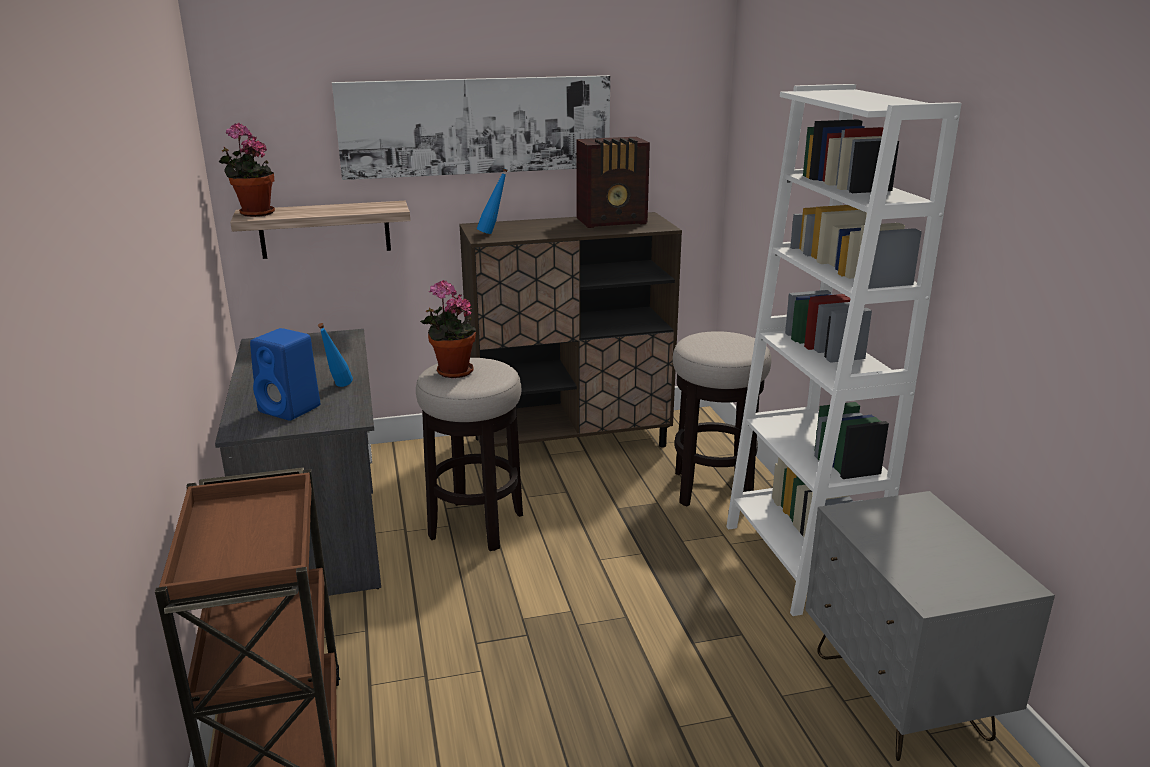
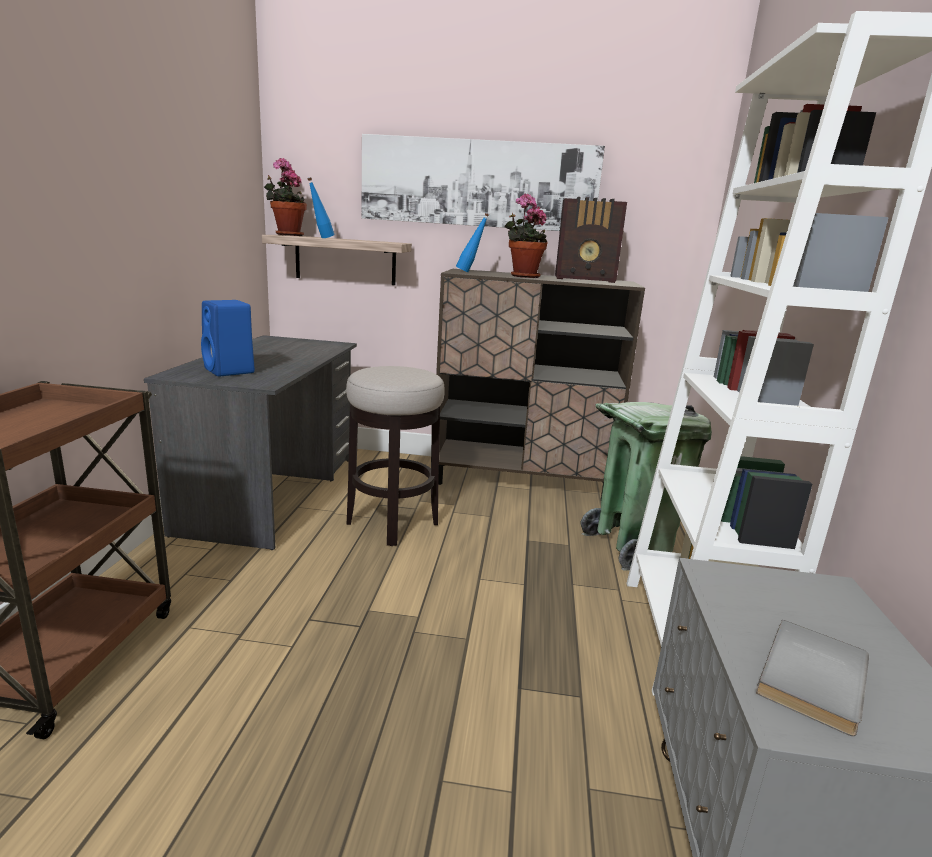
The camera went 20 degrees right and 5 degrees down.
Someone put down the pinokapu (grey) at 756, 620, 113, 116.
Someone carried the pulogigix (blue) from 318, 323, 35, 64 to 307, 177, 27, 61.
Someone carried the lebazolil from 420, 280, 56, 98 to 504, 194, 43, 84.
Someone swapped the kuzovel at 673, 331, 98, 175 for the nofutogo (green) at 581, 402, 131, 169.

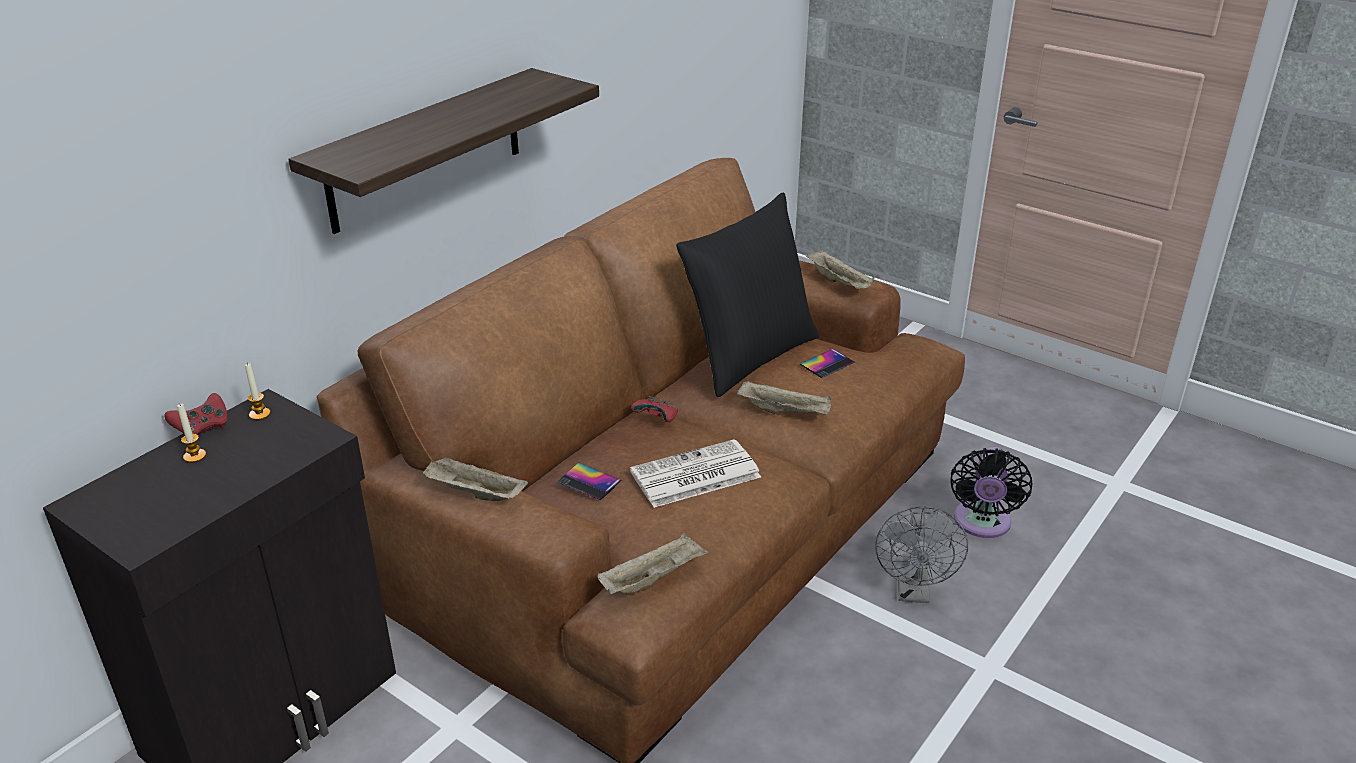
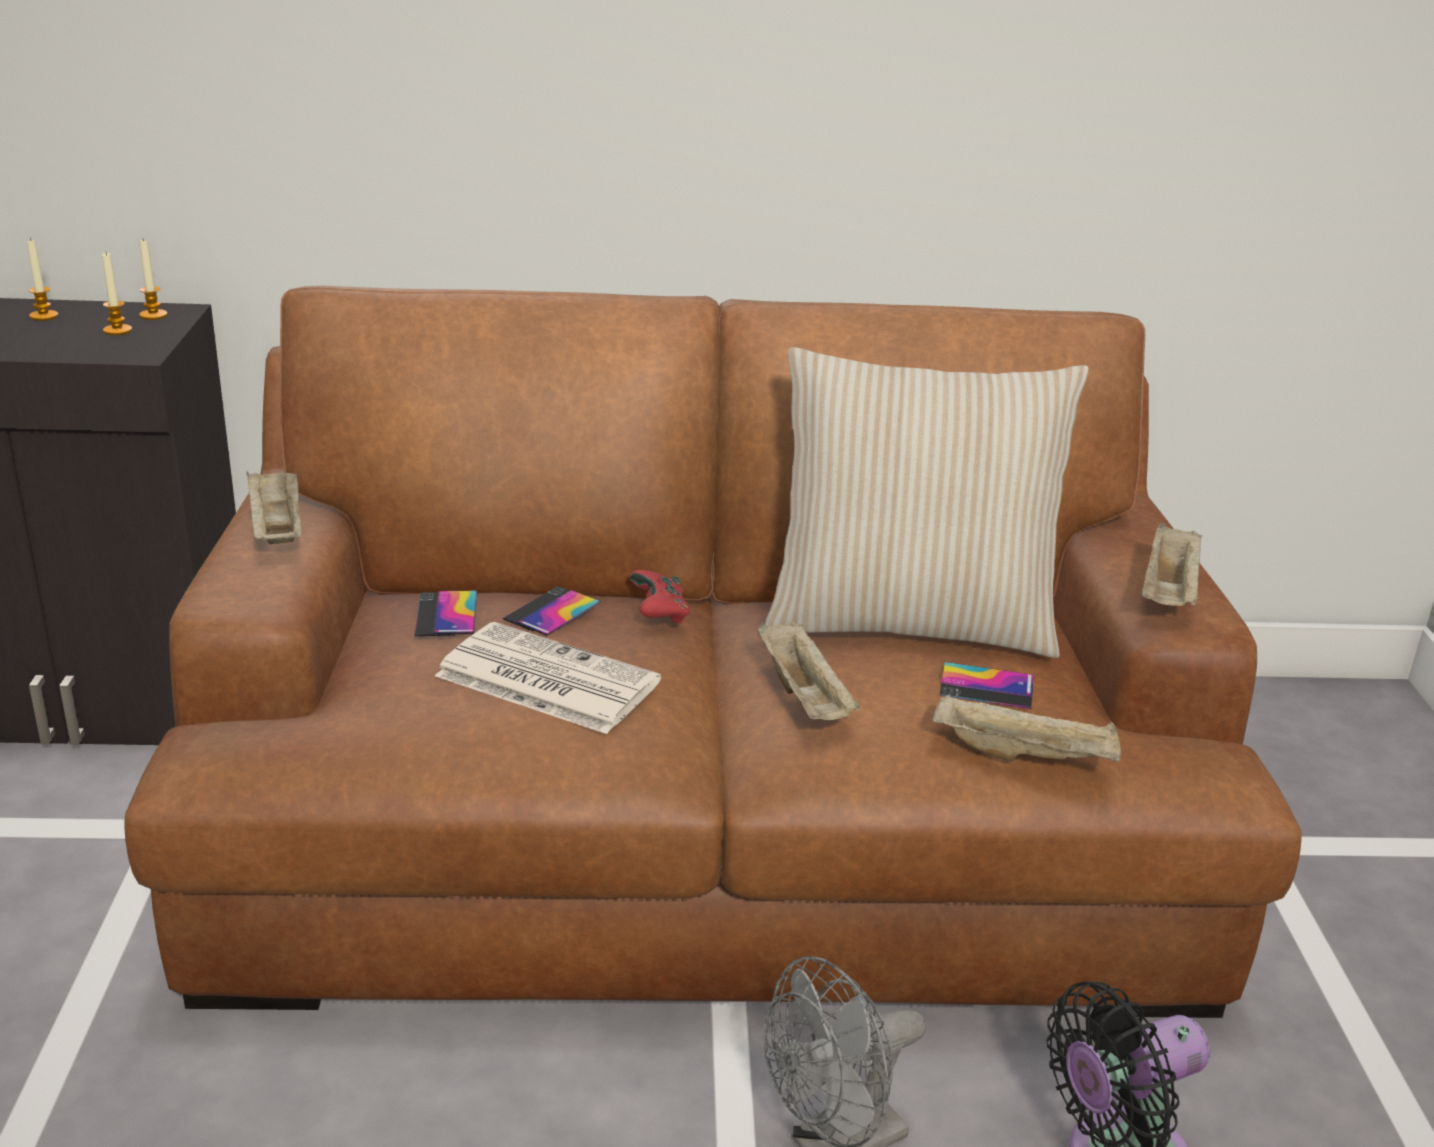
The camera went 50 degrees right and 5 degrees down.
Someone took away the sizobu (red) at 164, 393, 64, 42.
Someone took away the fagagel at 288, 68, 311, 166.
Someone put down the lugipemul at 102, 252, 30, 83.
Someone put down the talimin at 503, 586, 98, 50.
Someone carried the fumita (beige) from 598, 533, 111, 61 to 933, 694, 188, 68.
Someone repainted the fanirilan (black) at 676, 192, 143, 205, which became the fanirilan (beige) at 765, 347, 324, 311.

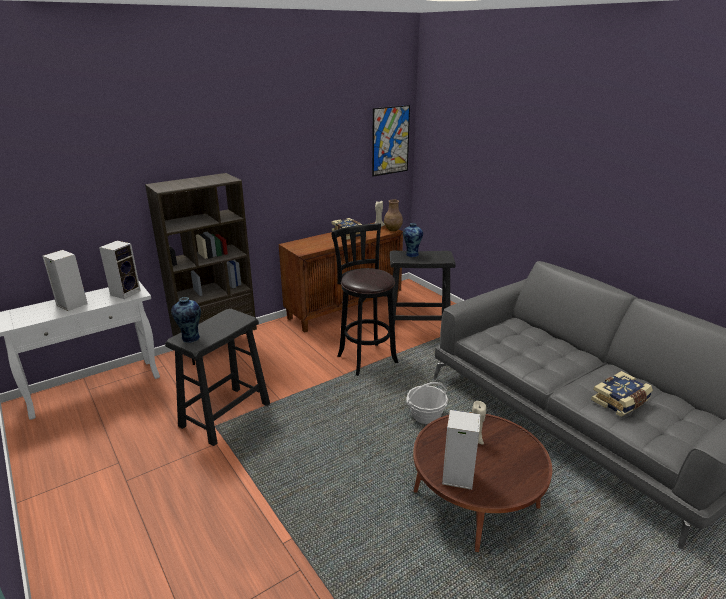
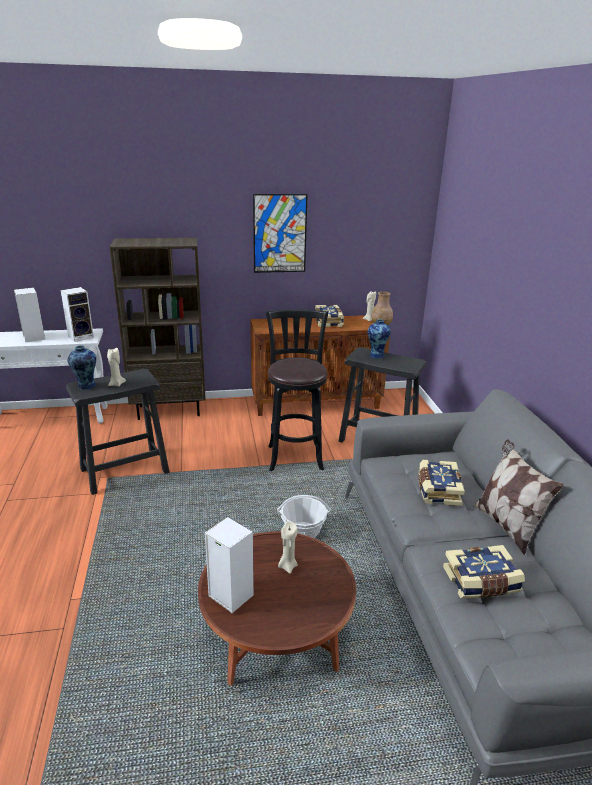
The camera went 25 degrees right and 0 degrees up.
Someone put down the lugipemul (beige) at 107, 348, 19, 39.
Someone put down the pinokapu at 418, 460, 47, 46.
Someone put down the fanirilan at 474, 439, 90, 116.
Someone carried the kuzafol from 372, 105, 38, 71 to 253, 194, 55, 79.

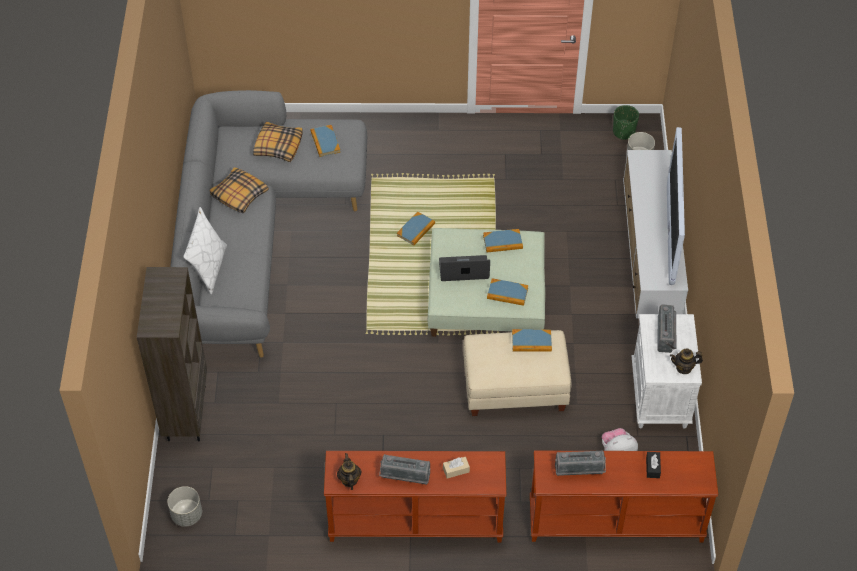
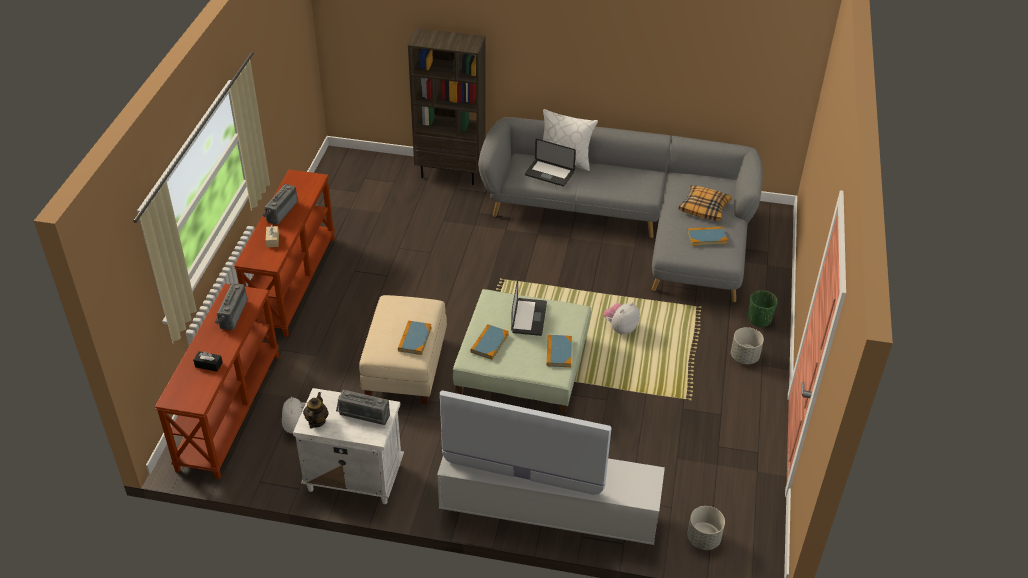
The camera went 100 degrees right and 10 degrees down.
Someone took away the fanirilan at 210, 167, 59, 46.
Someone took away the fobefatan at 337, 453, 25, 37.
Someone put down the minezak at 525, 139, 51, 47.
Someone carried the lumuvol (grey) from 167, 486, 35, 41 to 731, 327, 33, 37.
Someone carried the lumuvol (green) from 613, 105, 26, 35 to 748, 290, 30, 37.
Someone swapped the pinokapu at 397, 212, 38, 33 for the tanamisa at 604, 303, 36, 31.

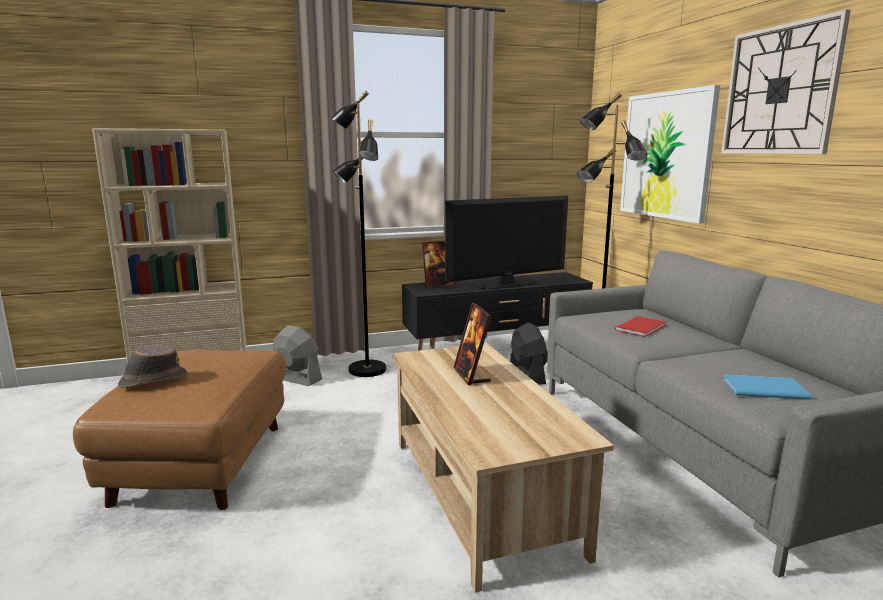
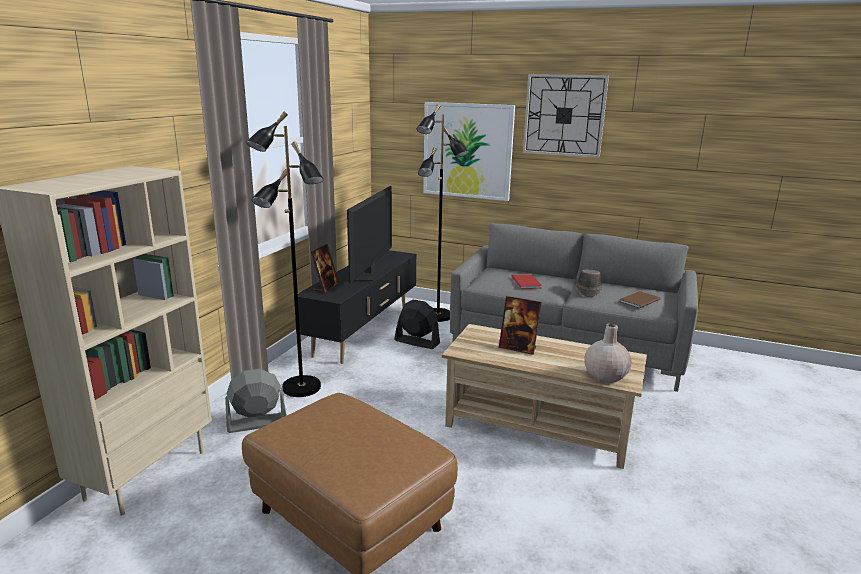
The camera went 50 degrees left and 5 degrees up.
Someone put down the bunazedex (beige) at 584, 323, 48, 60.
Someone carried the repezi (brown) from 118, 345, 69, 43 to 576, 269, 26, 28.
Someone repainted the pinokapu (blue) at 723, 375, 89, 25, which became the pinokapu (brown) at 619, 291, 41, 17.

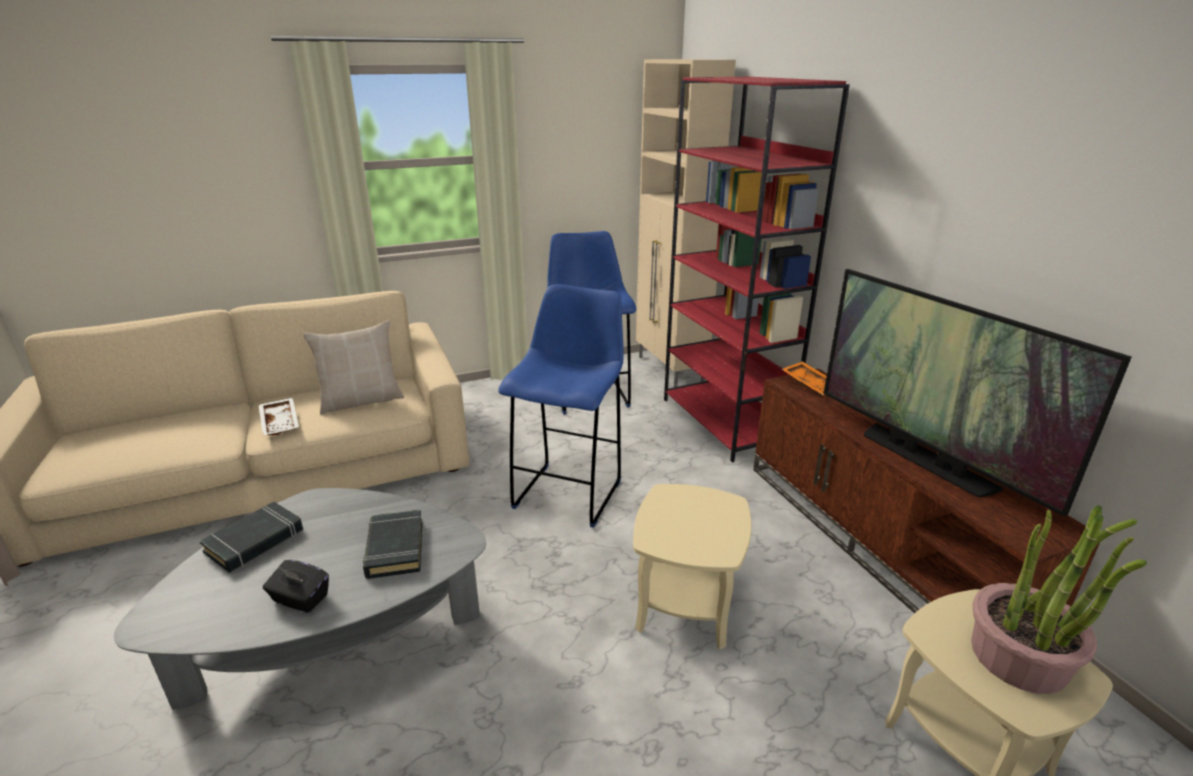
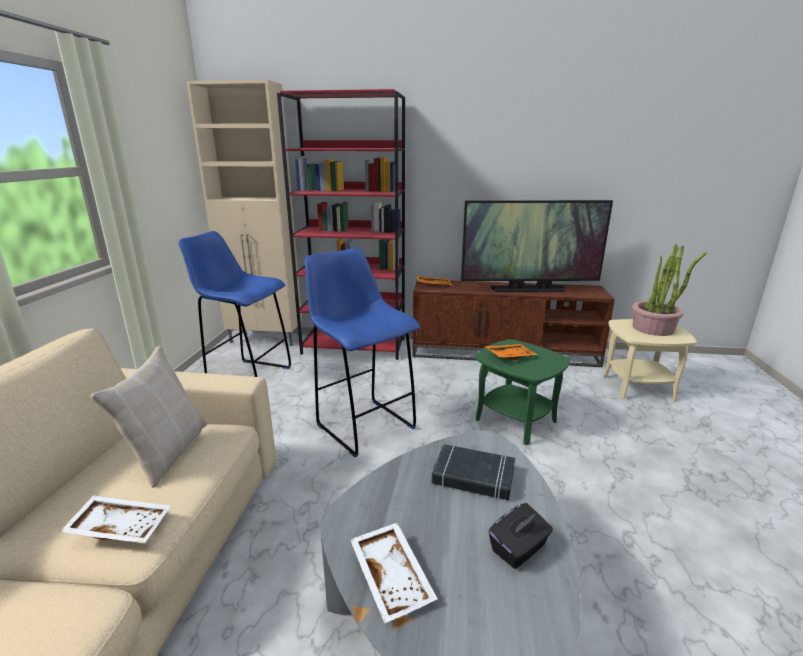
The camera went 60 degrees left and 5 degrees down.
Someone put down the fumita (orange) at 484, 344, 53, 17.
Someone swapped the pinokapu (black) at 199, 502, 104, 71 for the fumita (white) at 350, 523, 88, 101.
Someone repainted the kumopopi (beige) at 633, 484, 118, 166, which became the kumopopi (green) at 475, 339, 95, 106.

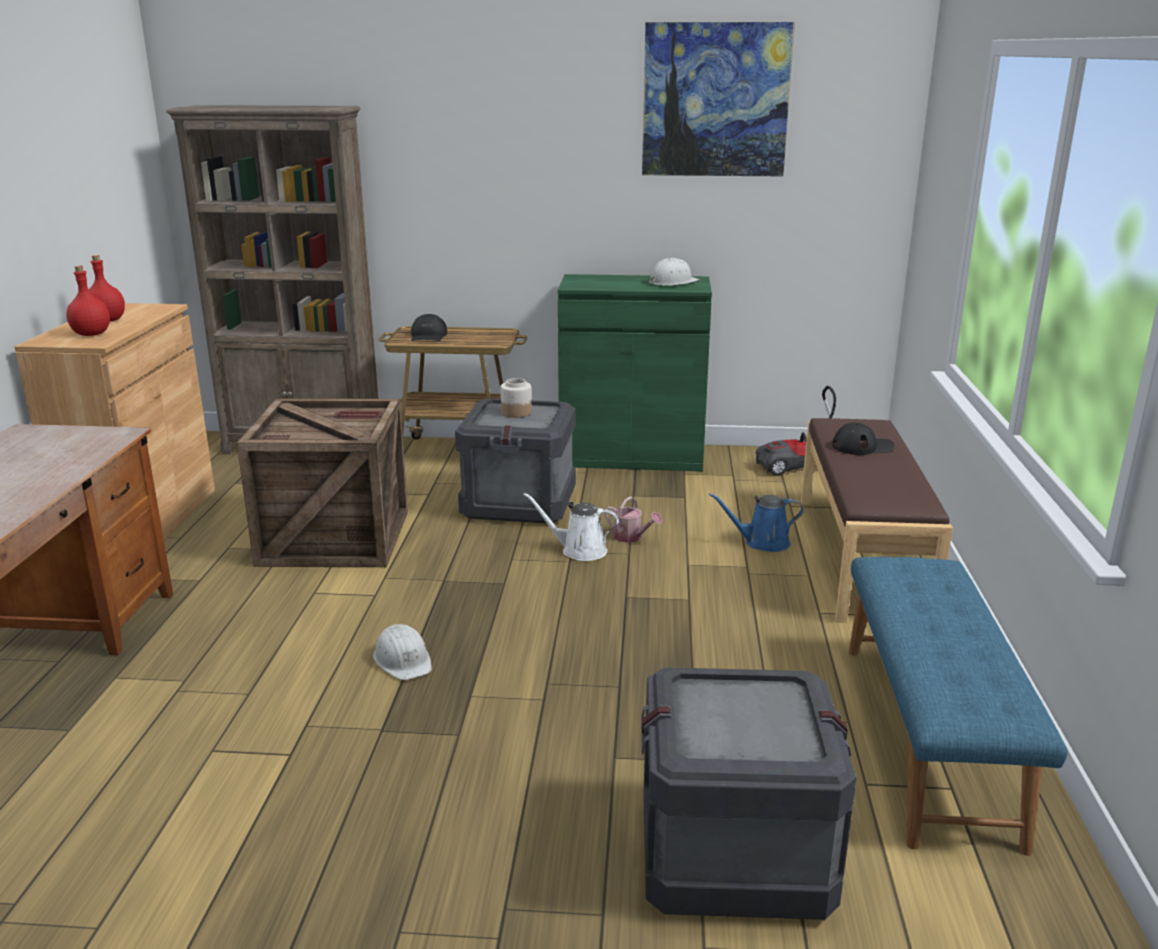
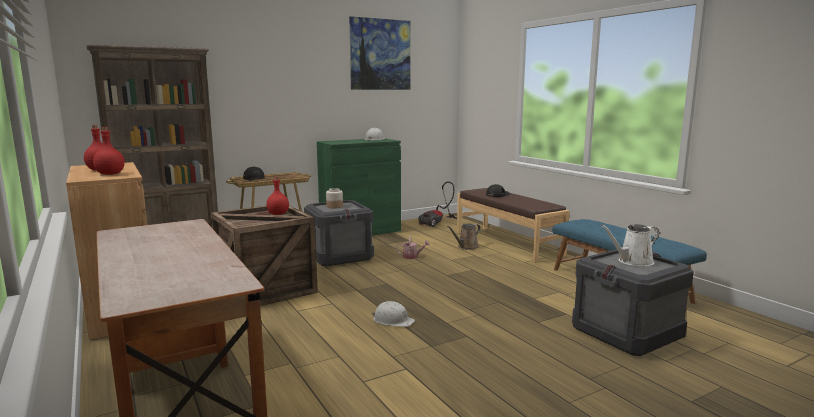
The camera went 35 degrees left and 10 degrees down.
Someone put down the pulogigix (red) at 266, 177, 23, 38.
Someone carried the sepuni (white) from 523, 493, 96, 68 to 601, 224, 58, 42.
Someone repainted the sepuni (blue) at 709, 493, 95, 59, which became the sepuni (brown) at 447, 223, 33, 27.

